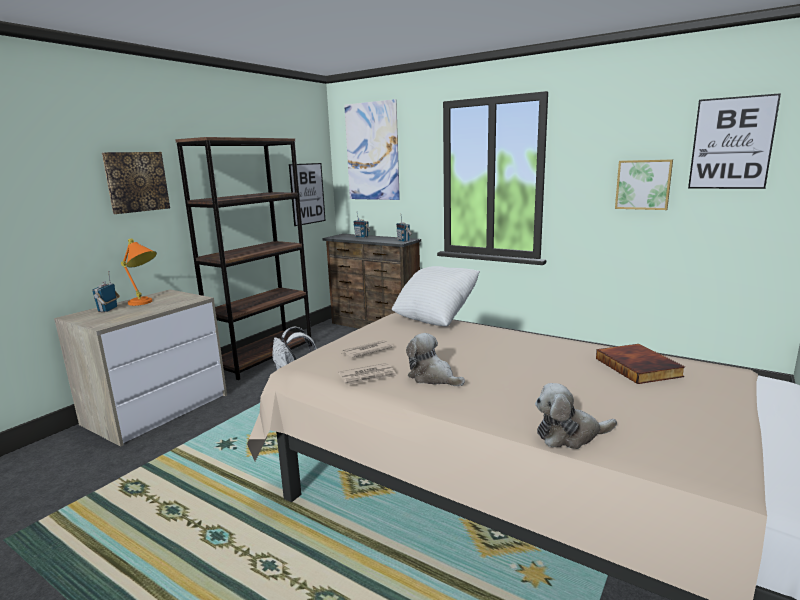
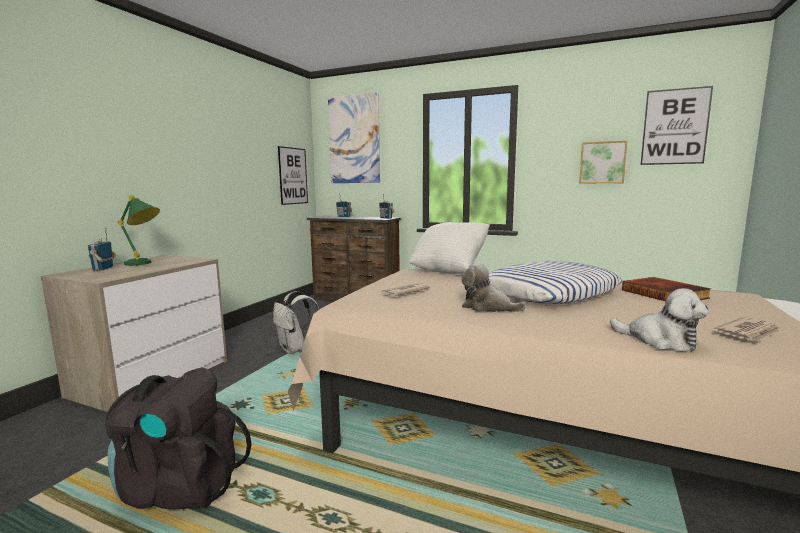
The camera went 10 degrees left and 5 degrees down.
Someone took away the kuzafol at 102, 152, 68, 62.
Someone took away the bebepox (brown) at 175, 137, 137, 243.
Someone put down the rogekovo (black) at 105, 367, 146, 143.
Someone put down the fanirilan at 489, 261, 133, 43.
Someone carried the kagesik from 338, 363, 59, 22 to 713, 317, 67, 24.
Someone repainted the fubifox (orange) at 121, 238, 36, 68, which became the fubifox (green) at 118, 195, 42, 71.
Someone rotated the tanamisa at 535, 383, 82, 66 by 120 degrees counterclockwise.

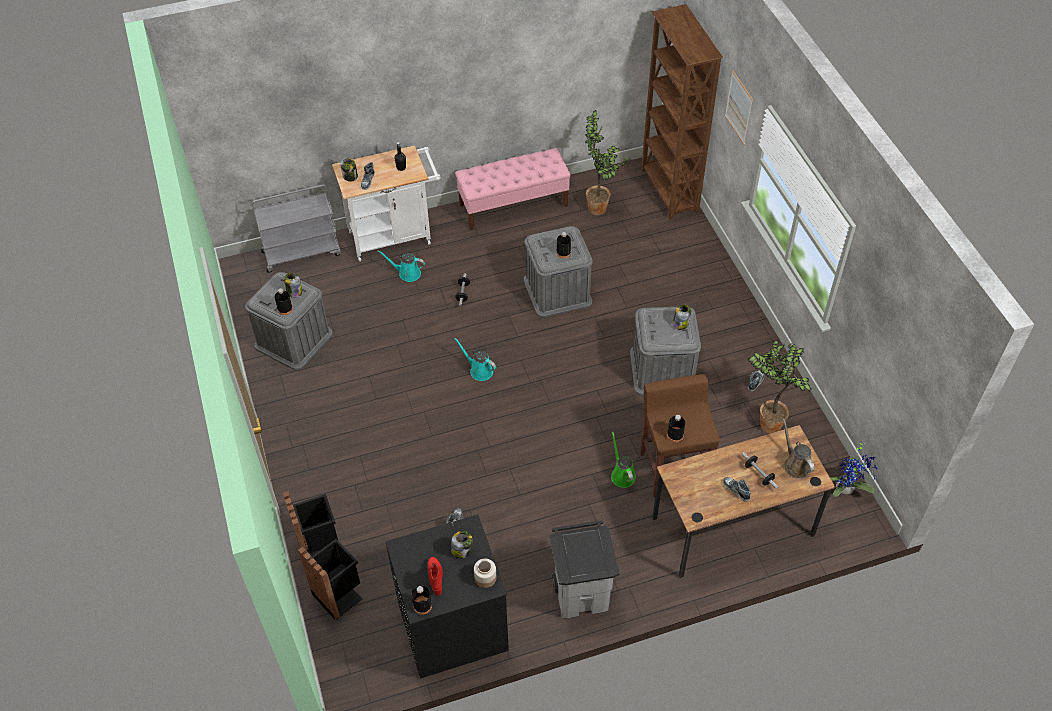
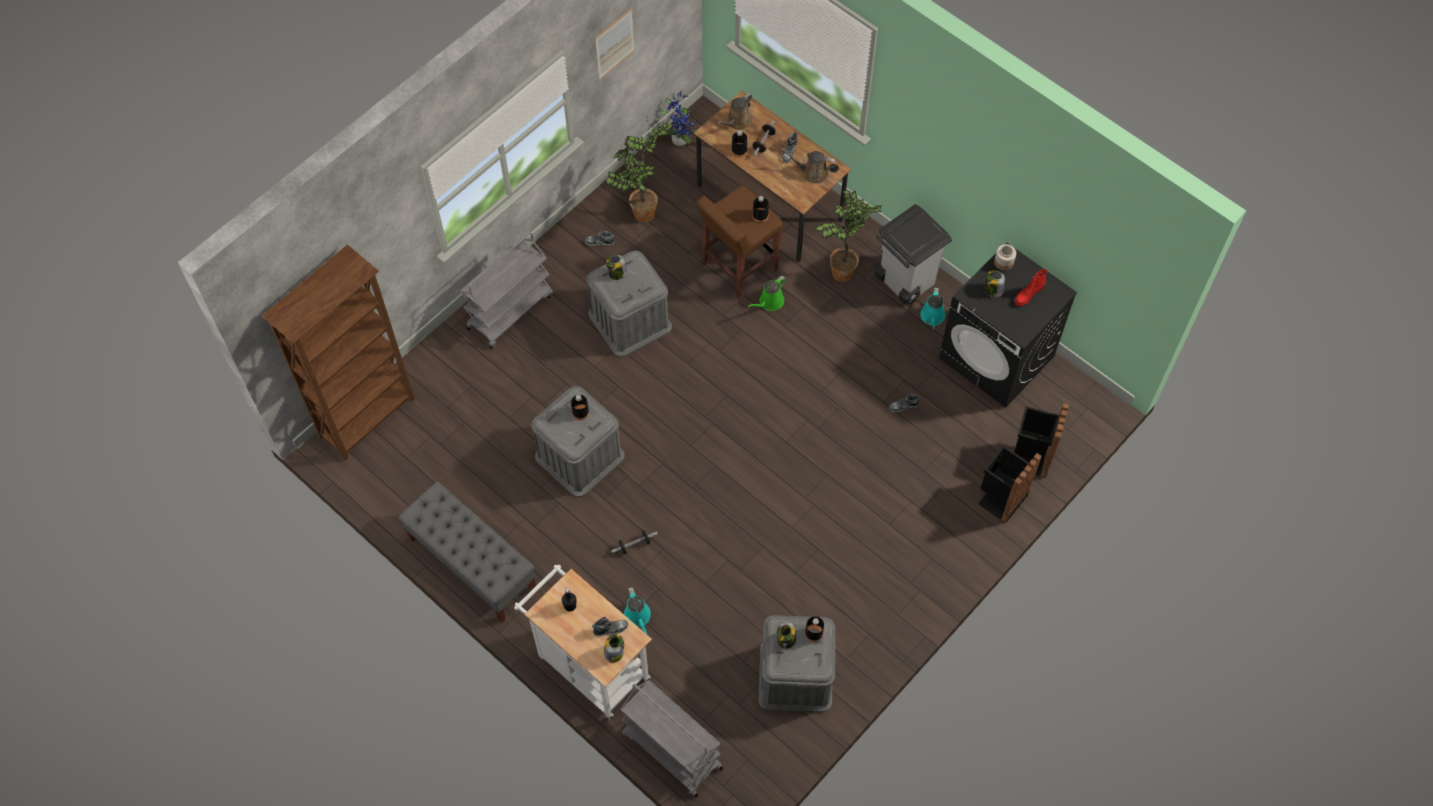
The camera went 120 degrees left and 10 degrees up.
Someone put down the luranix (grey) at 460, 232, 93, 117.
Someone put down the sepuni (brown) at 781, 148, 55, 36.
Someone carried the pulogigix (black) from 412, 586, 20, 29 to 731, 130, 16, 27.
Someone carried the sepuni (turquoise) from 454, 338, 42, 43 to 920, 287, 25, 43.
Someone carried the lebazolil from 585, 110, 46, 105 to 815, 189, 68, 93.
Someone carried the kuzafol from 725, 70, 28, 75 to 595, 8, 40, 72.
Someone repainted the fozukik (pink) at 455, 148, 116, 82, which became the fozukik (grey) at 398, 481, 138, 142.

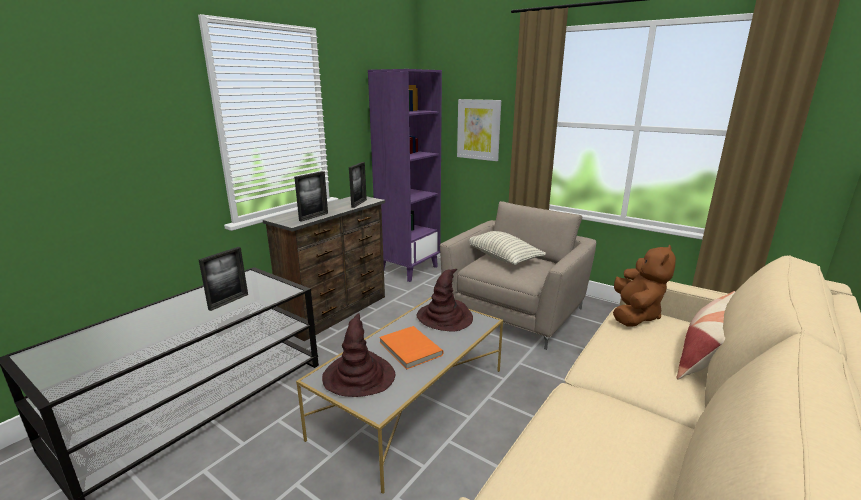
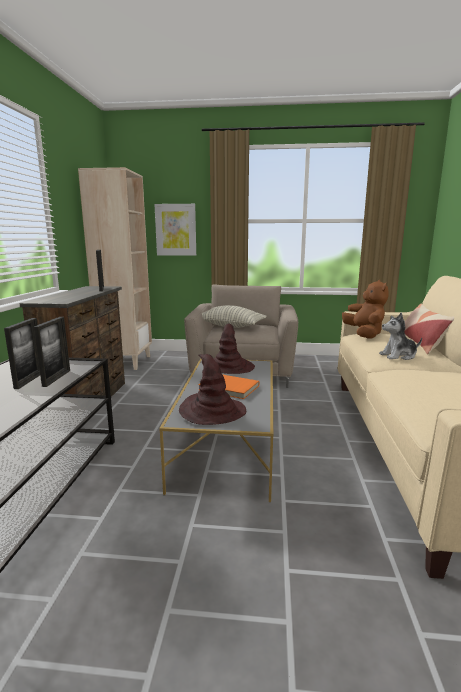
The camera went 30 degrees left and 5 degrees down.
Someone put down the tanamisa at 379, 313, 43, 47.
Someone carried the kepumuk from 294, 171, 34, 51 to 34, 317, 36, 70.
Someone repainted the bebepox (purple) at 368, 69, 74, 213, which became the bebepox (beige) at 78, 167, 74, 203.

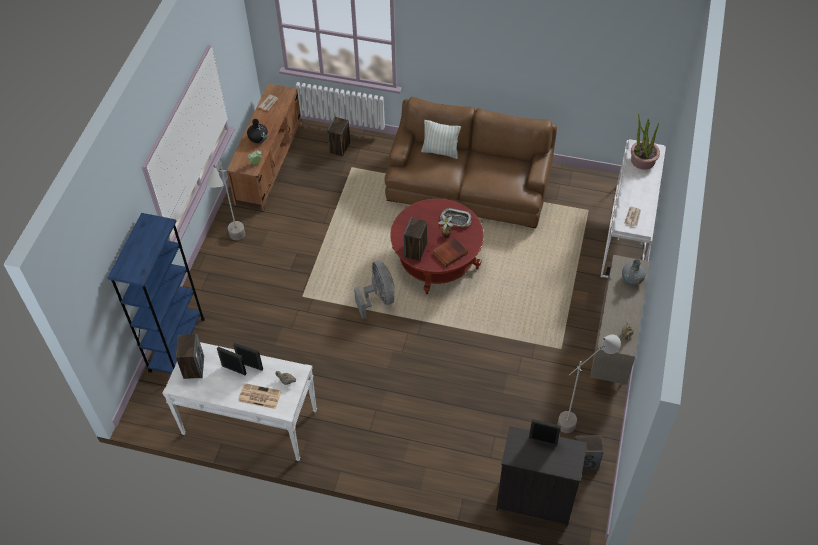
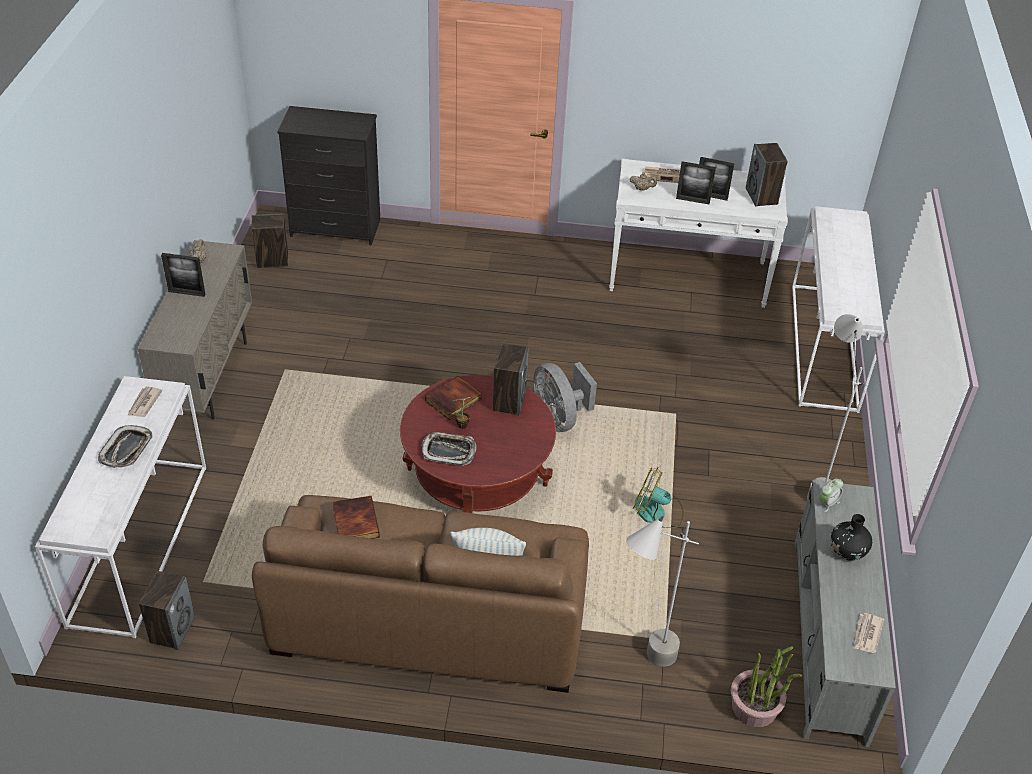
The camera went 170 degrees right and 10 degrees down.
Someone took away the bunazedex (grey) at 622, 259, 24, 26.
Someone put down the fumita at 98, 425, 55, 43.
Someone put down the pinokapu at 333, 496, 47, 43.
Someone put down the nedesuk at 633, 467, 51, 62.
Someone carried the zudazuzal from 327, 117, 23, 39 to 139, 571, 56, 79.
Someone carried the kepumuk from 529, 419, 32, 26 to 161, 253, 45, 44.
Someone carried the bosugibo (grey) from 557, 334, 64, 99 to 626, 516, 73, 151.
Someone carried the lebazolil from 631, 113, 29, 57 to 731, 646, 71, 81.
Someone swapped the bebepox (blue) at 107, 213, 98, 161 for the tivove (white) at 792, 206, 93, 207.
Someone repainted the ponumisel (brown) at 227, 84, 75, 127, which became the ponumisel (grey) at 795, 480, 101, 267.

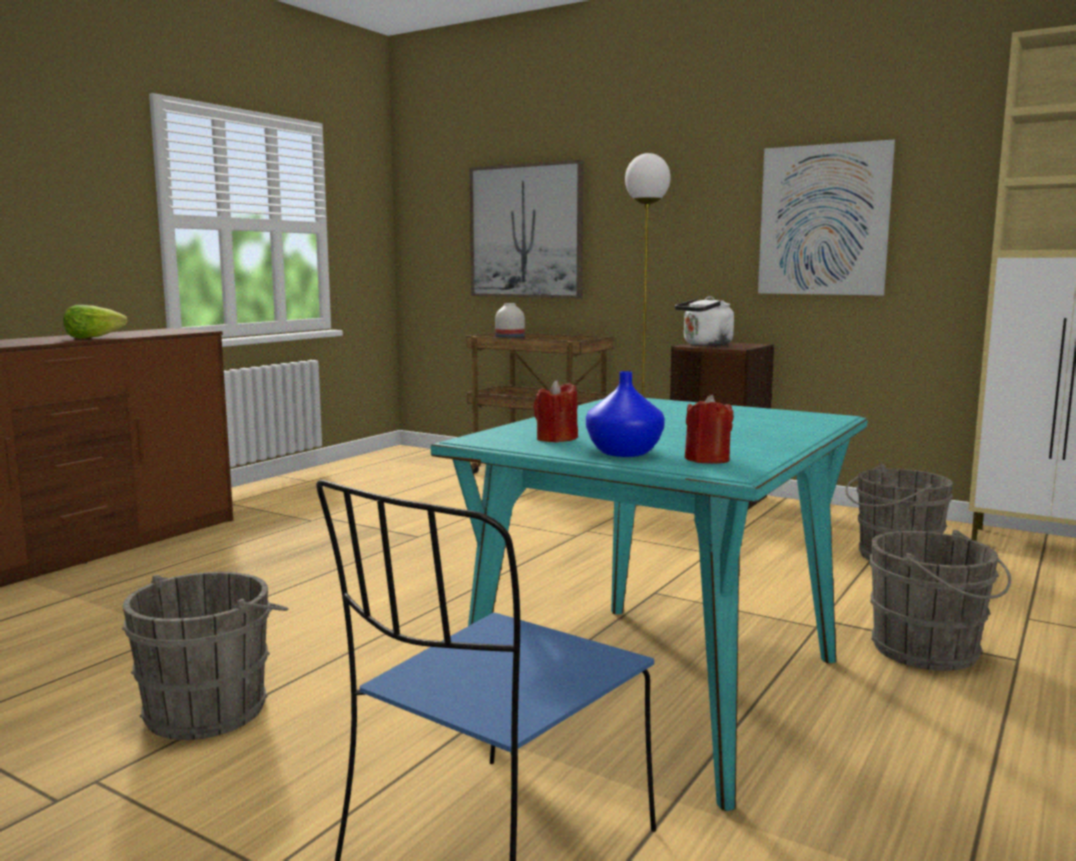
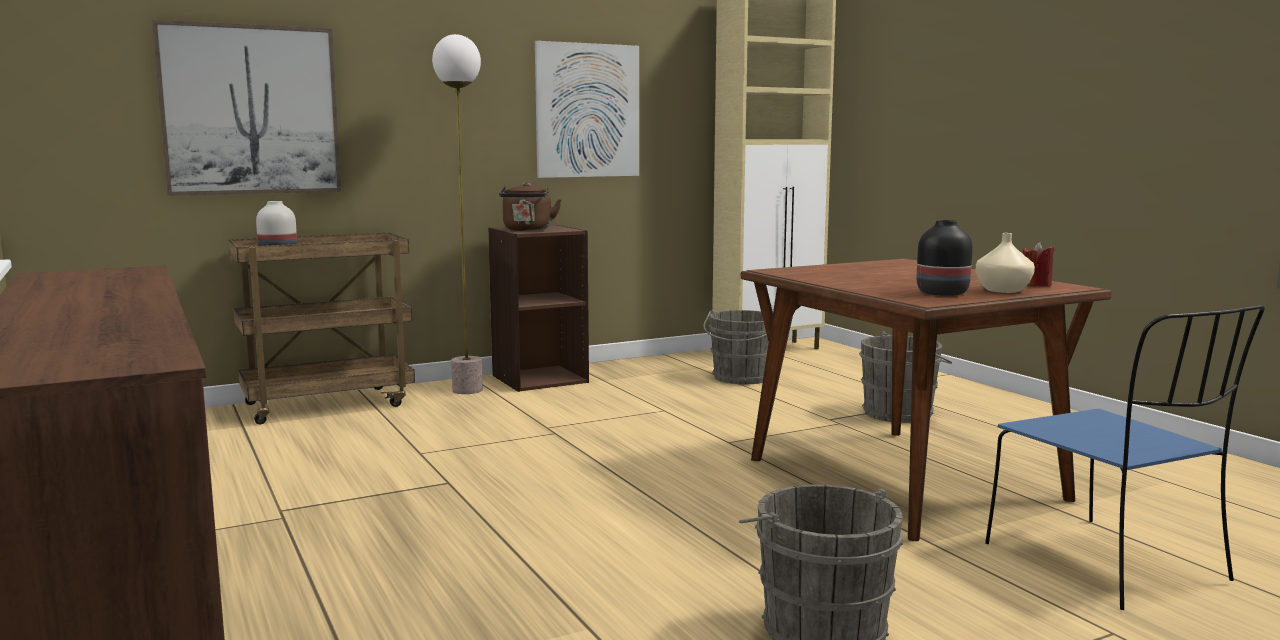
The camera went 60 degrees left and 0 degrees up.
Someone took away the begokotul at 63, 305, 65, 34.
Someone swapped the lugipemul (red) at 533, 380, 45, 62 for the bunazedex (black) at 917, 220, 55, 76.
Someone repainted the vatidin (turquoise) at 431, 398, 437, 413, which became the vatidin (brown) at 741, 259, 370, 282.
Someone repainted the bunazedex (blue) at 586, 371, 79, 86, which became the bunazedex (beige) at 976, 233, 59, 60.
Someone repainted the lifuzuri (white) at 675, 296, 59, 50, which became the lifuzuri (brown) at 499, 182, 63, 49.

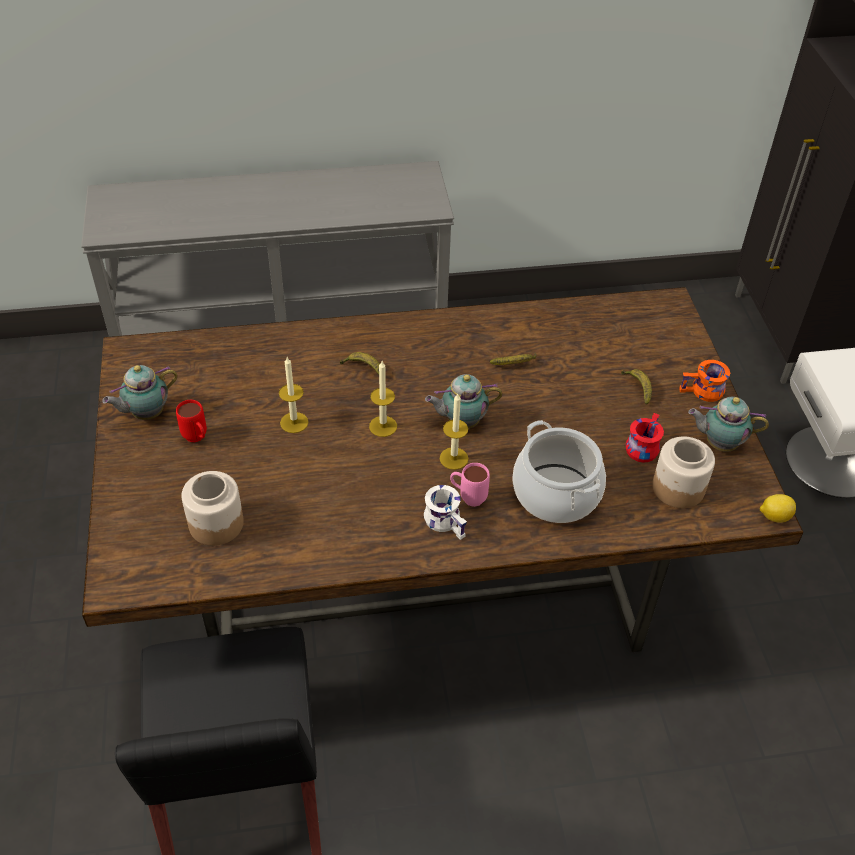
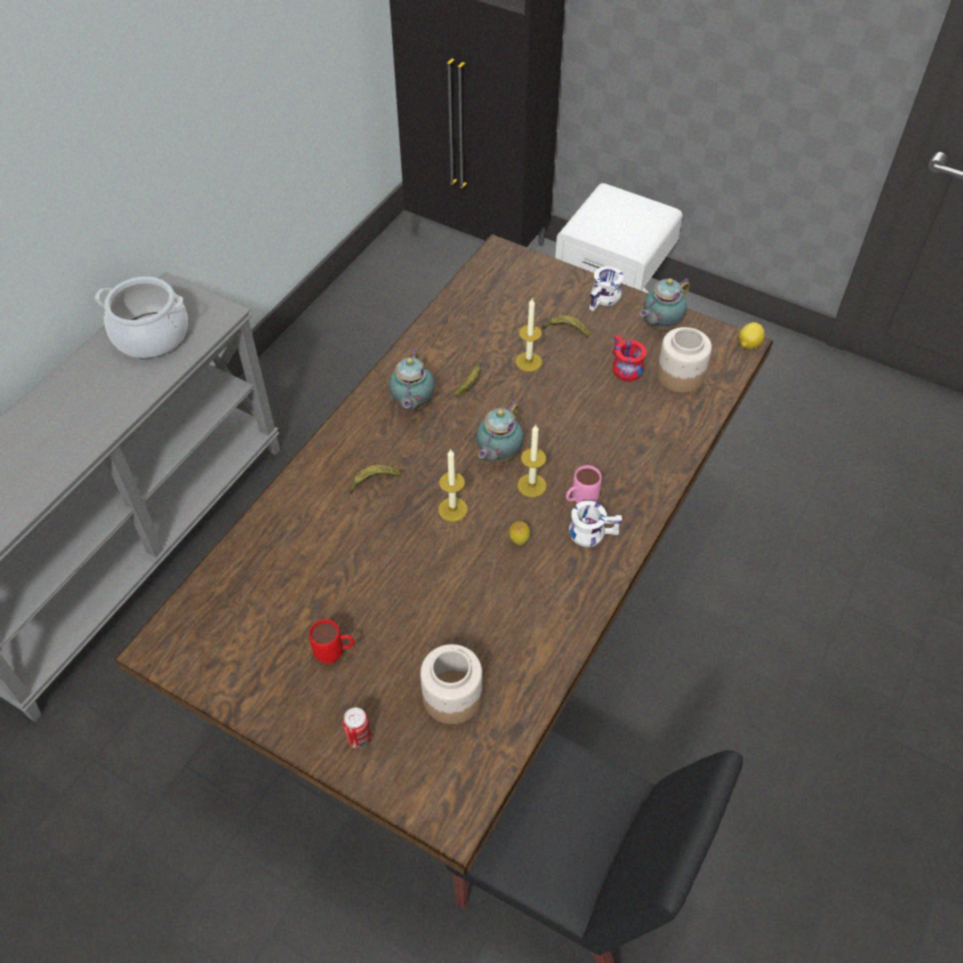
The camera went 50 degrees left and 5 degrees up.
Someone put down the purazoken at 343, 708, 28, 41.
Someone put down the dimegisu at 509, 521, 21, 24.
Someone carried the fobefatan from 102, 365, 76, 55 to 389, 349, 46, 62.
Someone carried the lugipemul from 279, 357, 30, 76 to 516, 299, 26, 73.
Someone carried the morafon from 512, 420, 94, 103 to 95, 277, 93, 81.
Someone repainted the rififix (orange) at 679, 360, 51, 42, which became the rififix (white) at 589, 266, 34, 45.

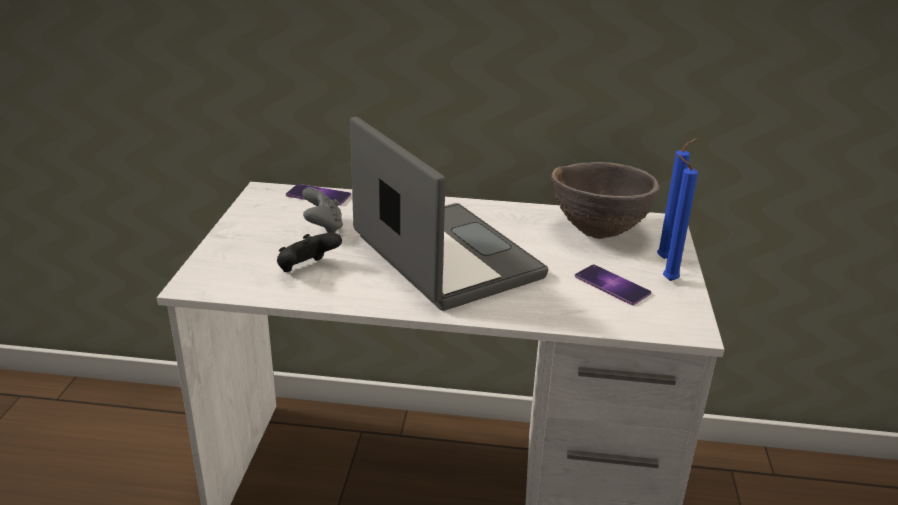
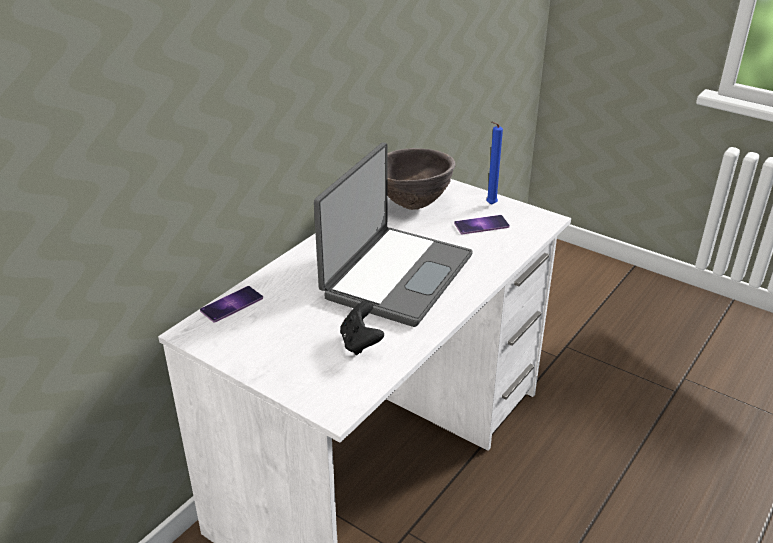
The camera went 60 degrees left and 5 degrees up.
Someone took away the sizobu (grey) at 302, 187, 41, 46.
Someone took away the lugipemul (blue) at 657, 138, 40, 121.
Someone rotated the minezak at 350, 117, 198, 194 by 120 degrees clockwise.

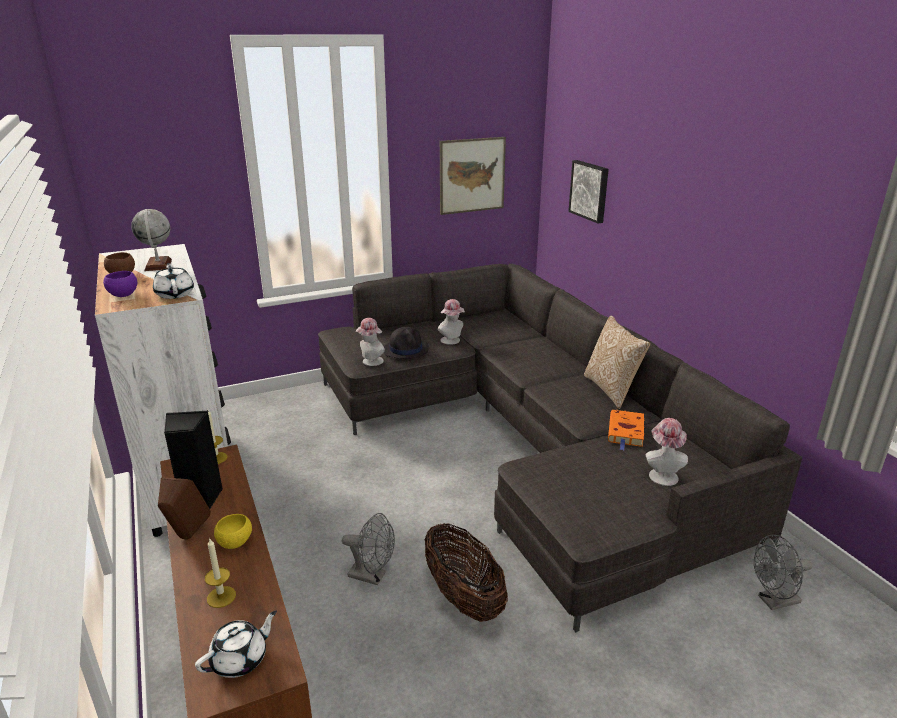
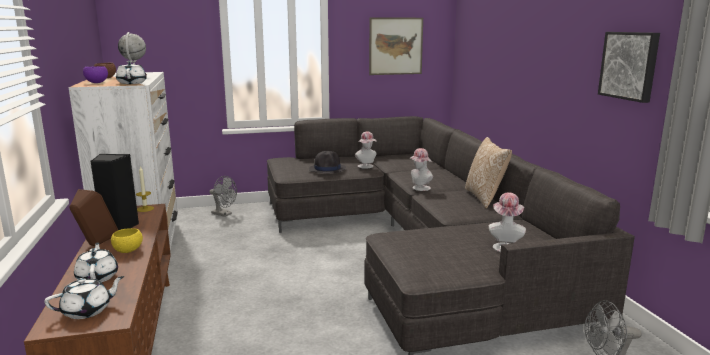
The camera went 10 degrees right and 10 degrees down.
Someone took away the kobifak at 425, 523, 83, 99.
Someone took away the pinokapu (orange) at 608, 410, 36, 40.
Someone carried the nedesuk (grey) from 342, 513, 53, 72 to 209, 176, 28, 41.
Someone carried the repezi from 355, 318, 30, 48 to 409, 148, 24, 43.
Someone carried the kuzafol from 568, 160, 41, 63 to 598, 32, 62, 71.
Someone swapped the lugipemul at 205, 539, 31, 69 for the fobefatan (white) at 74, 242, 44, 40.

